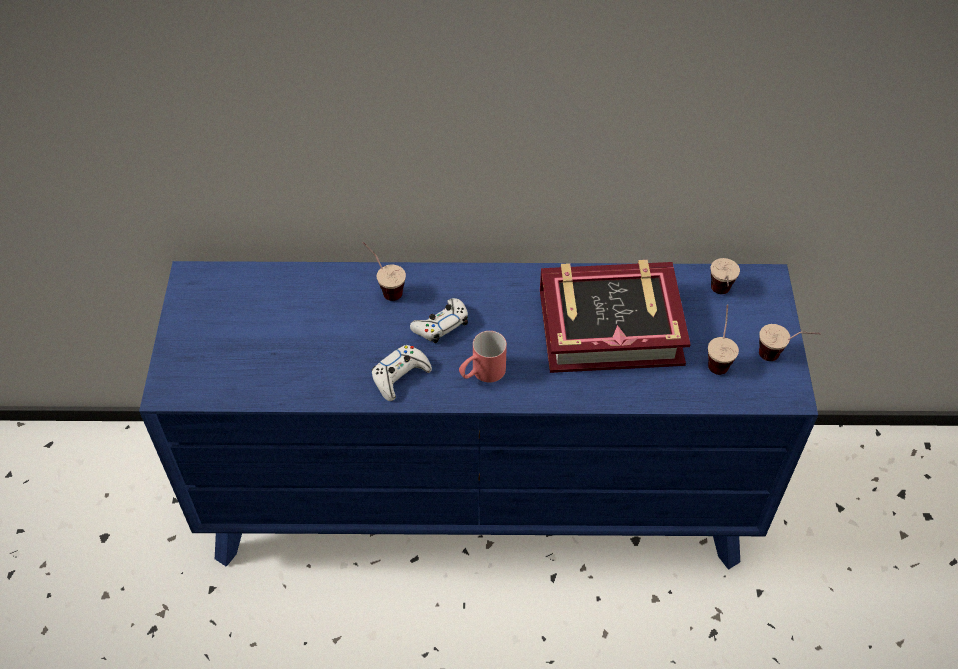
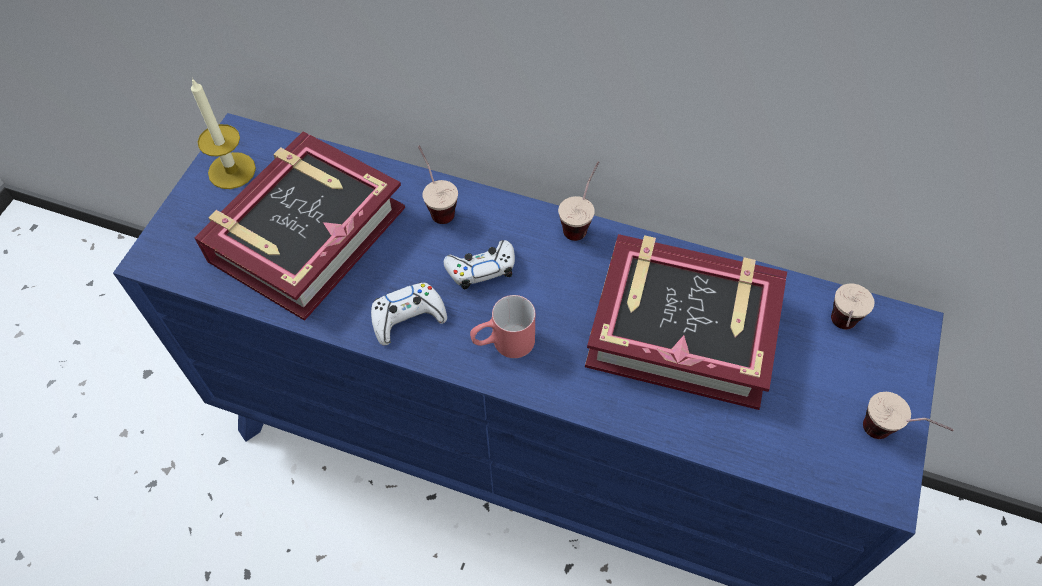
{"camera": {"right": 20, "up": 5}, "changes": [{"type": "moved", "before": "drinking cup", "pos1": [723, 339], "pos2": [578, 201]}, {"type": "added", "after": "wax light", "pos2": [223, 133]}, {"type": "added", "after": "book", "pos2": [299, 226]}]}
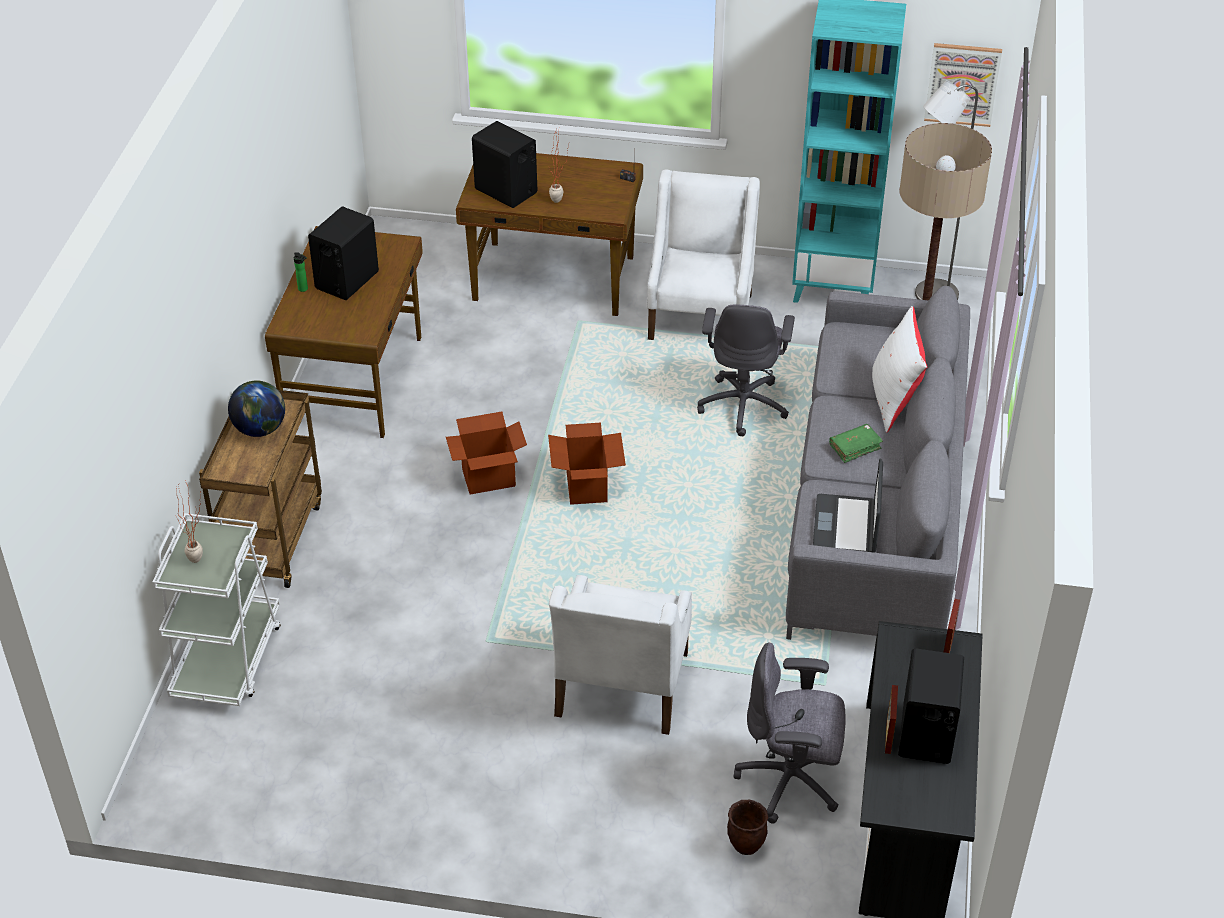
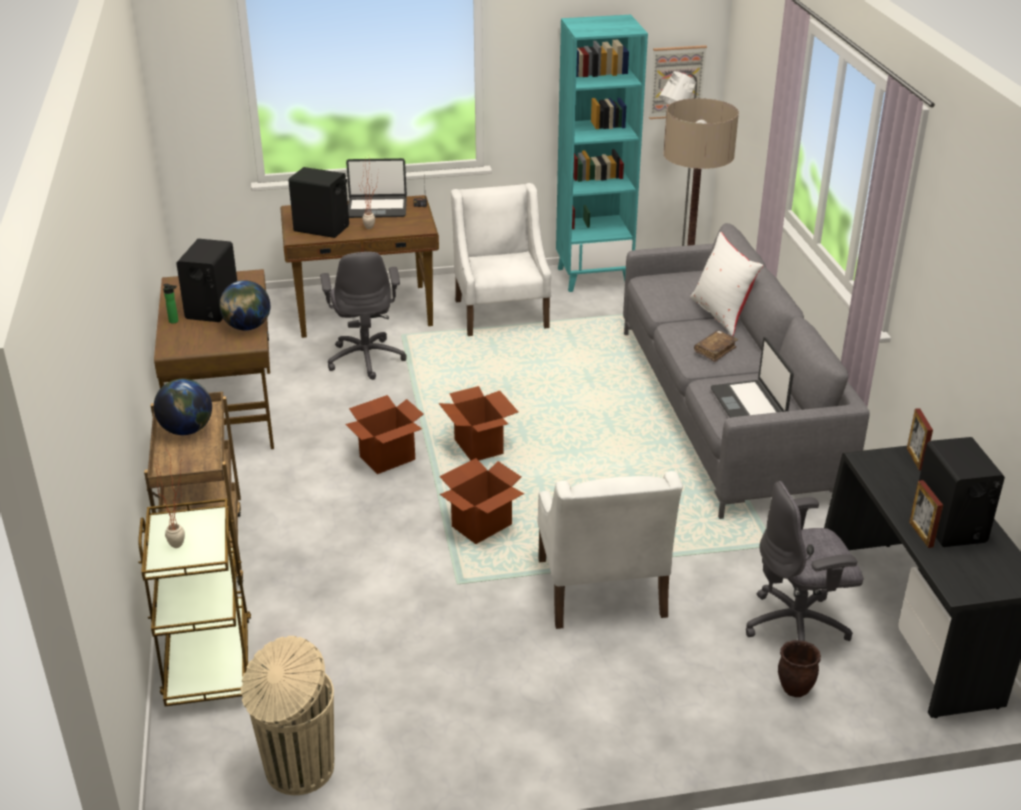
{"camera": {"right": -20, "up": -10}, "changes": [{"type": "recoloured", "before": "whitish cart", "after": "brown-coloured cart", "pos1": [216, 609], "pos2": [194, 602]}, {"type": "moved", "before": "gray office chair", "pos1": [746, 370], "pos2": [363, 316]}, {"type": "recoloured", "before": "green-coloured book", "after": "brown-coloured book", "pos1": [856, 443], "pos2": [716, 346]}, {"type": "added", "after": "desk globe", "pos2": [244, 305]}, {"type": "added", "after": "beige-coloured trash can", "pos2": [287, 715]}, {"type": "added", "after": "portable computer", "pos2": [376, 188]}, {"type": "added", "after": "cardboard box", "pos2": [481, 501]}]}
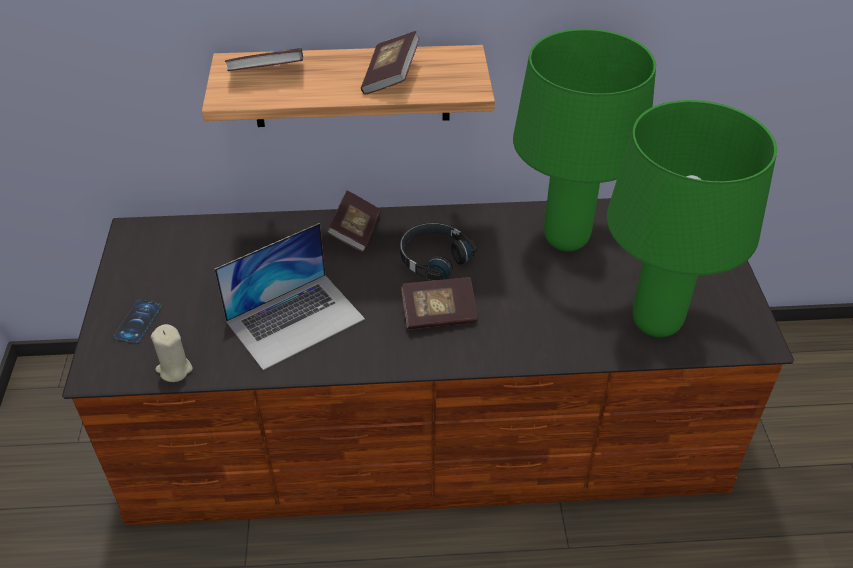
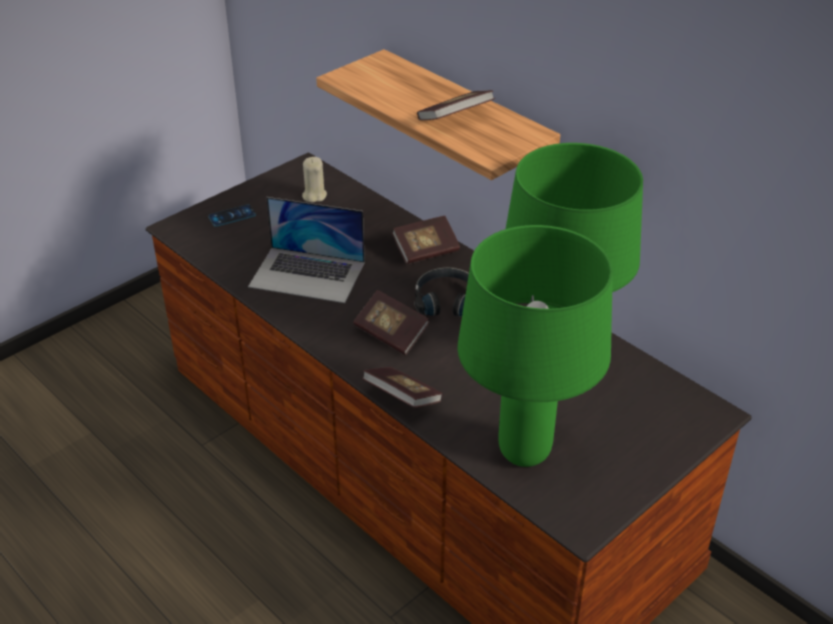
{"camera": {"right": 50, "up": -5}, "changes": [{"type": "moved", "before": "beige-coloured wax light", "pos1": [172, 353], "pos2": [314, 179]}, {"type": "moved", "before": "book", "pos1": [264, 59], "pos2": [402, 387]}]}
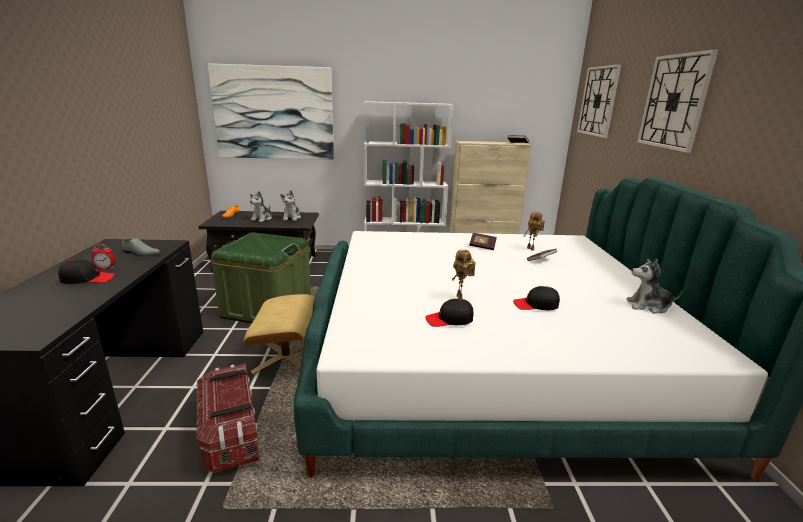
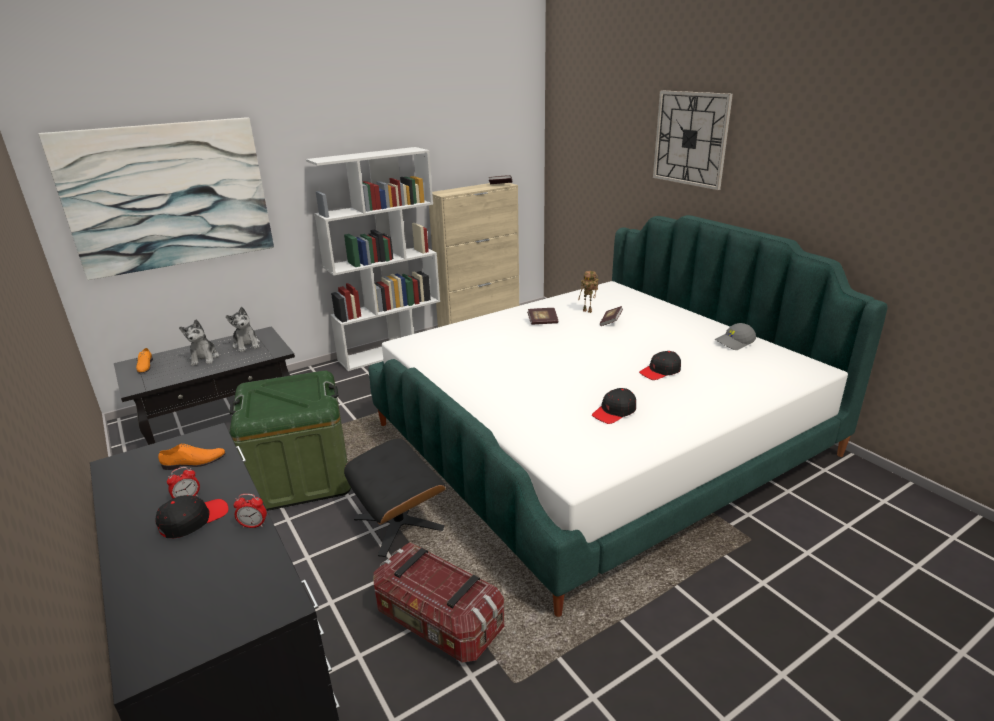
{"camera": {"right": -30, "up": 5}, "changes": [{"type": "recoloured", "before": "gray shoe", "after": "orange-coloured shoe", "pos1": [140, 247], "pos2": [192, 457]}, {"type": "recoloured", "before": "beige-coloured ottoman", "after": "black-coloured ottoman", "pos1": [279, 334], "pos2": [394, 497]}, {"type": "removed", "before": "robot figure", "pos1": [464, 274]}, {"type": "removed", "before": "wall clock", "pos1": [599, 101]}, {"type": "replaced", "before": "cuddly toy", "after": "gray cap", "pos1": [654, 286], "pos2": [735, 336]}, {"type": "added", "after": "alarm clock", "pos2": [250, 511]}]}
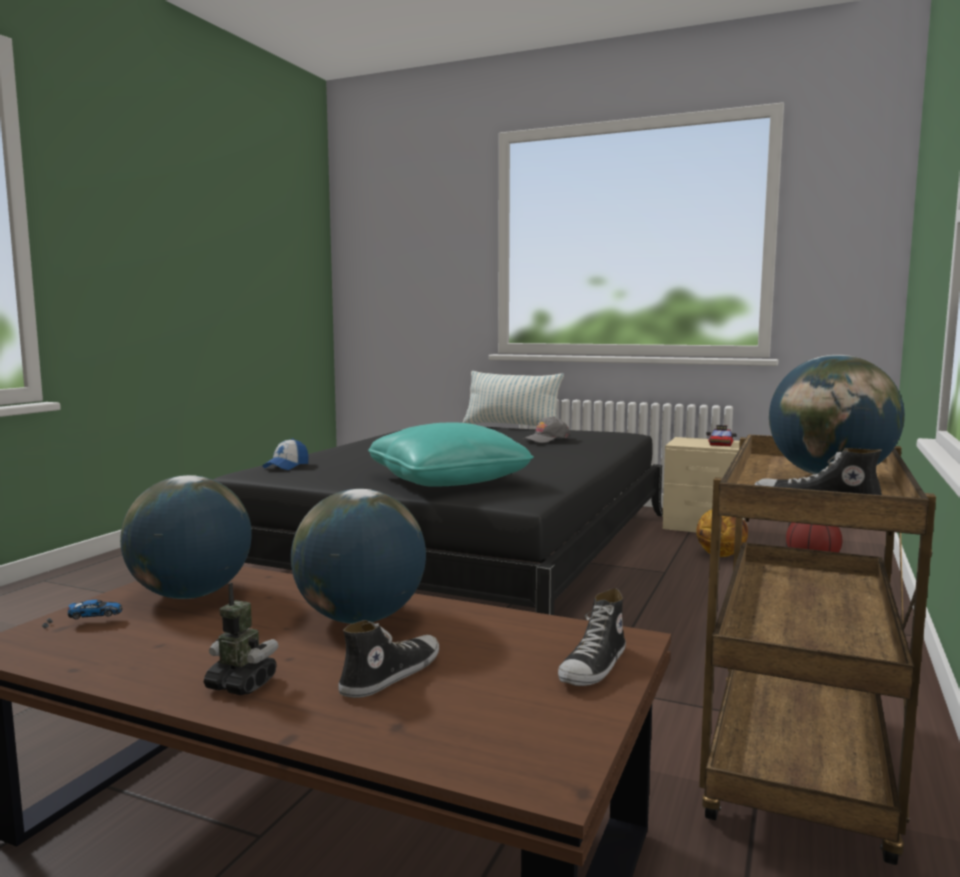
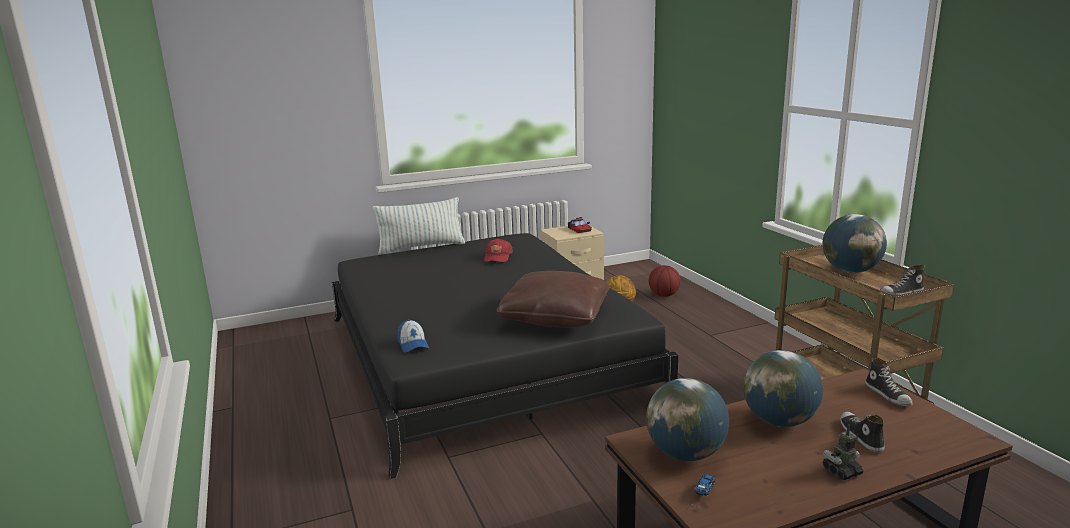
{"camera": {"right": -45, "up": 10}, "changes": [{"type": "recoloured", "before": "turquoise throw pillow", "after": "brown-coloured throw pillow", "pos1": [451, 454], "pos2": [553, 299]}, {"type": "recoloured", "before": "gray cap", "after": "reddish cap", "pos1": [546, 429], "pos2": [498, 250]}]}
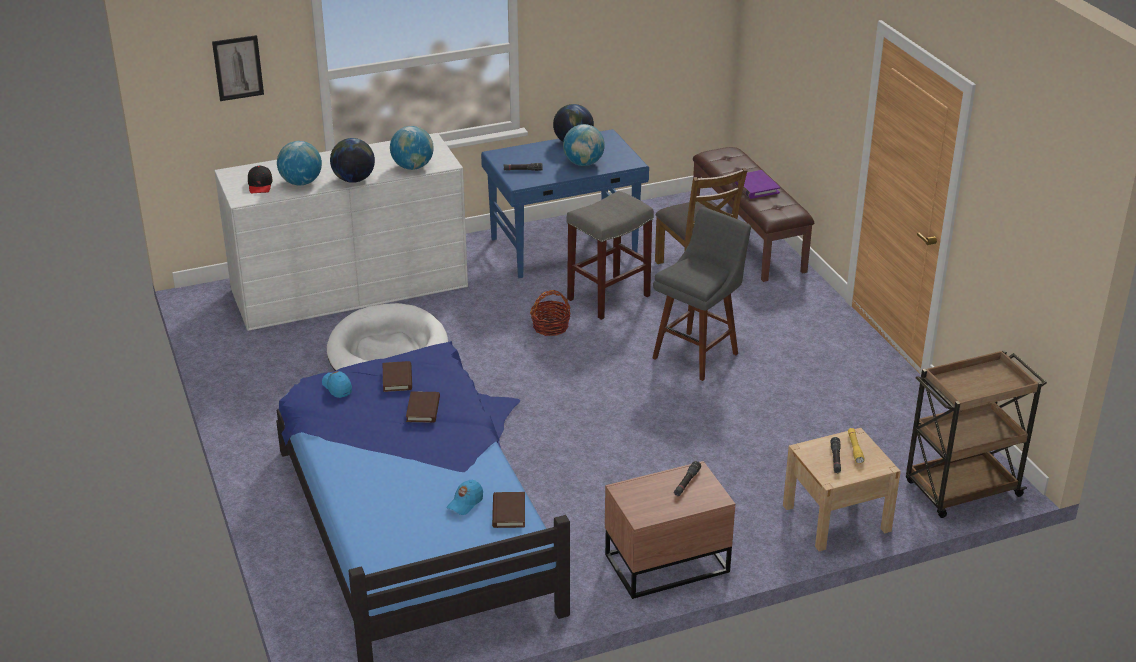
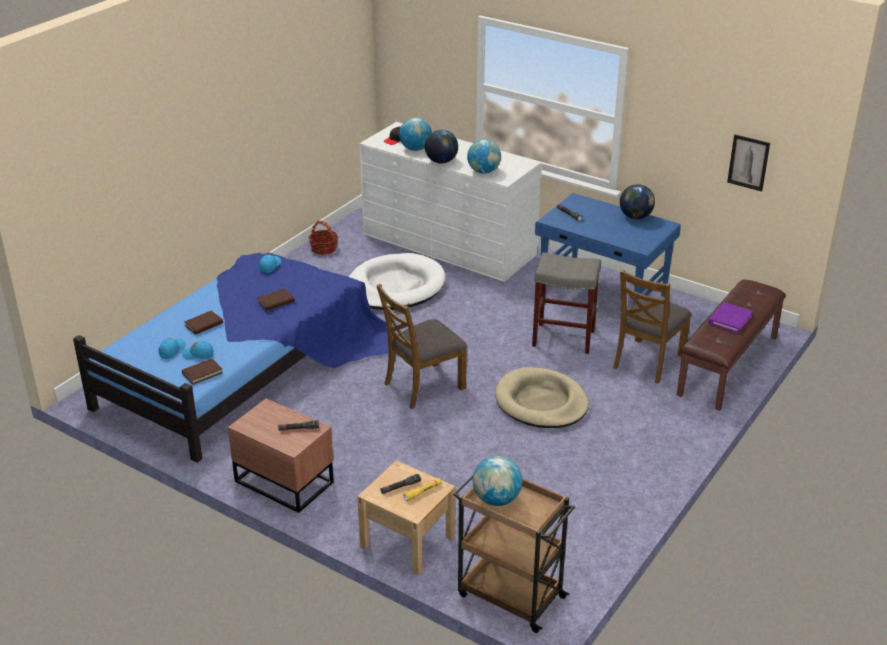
{"camera": {"right": 55, "up": 0}, "changes": [{"type": "moved", "before": "wall art", "pos1": [238, 68], "pos2": [748, 163]}, {"type": "moved", "before": "brown-coloured book", "pos1": [397, 376], "pos2": [203, 323]}, {"type": "moved", "before": "household basket", "pos1": [550, 313], "pos2": [323, 238]}, {"type": "moved", "before": "desk globe", "pos1": [584, 145], "pos2": [497, 481]}, {"type": "replaced", "before": "gray stool", "after": "beige-coloured dog bed", "pos1": [702, 294], "pos2": [542, 397]}, {"type": "added", "after": "bluish cap", "pos2": [172, 348]}, {"type": "added", "after": "brown-coloured chair", "pos2": [422, 346]}]}
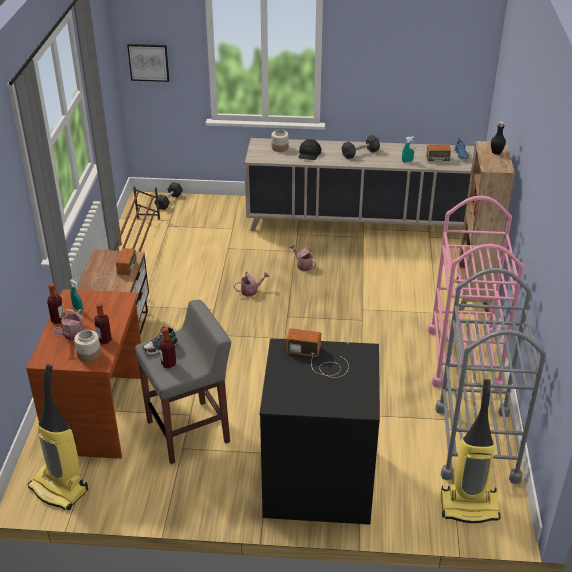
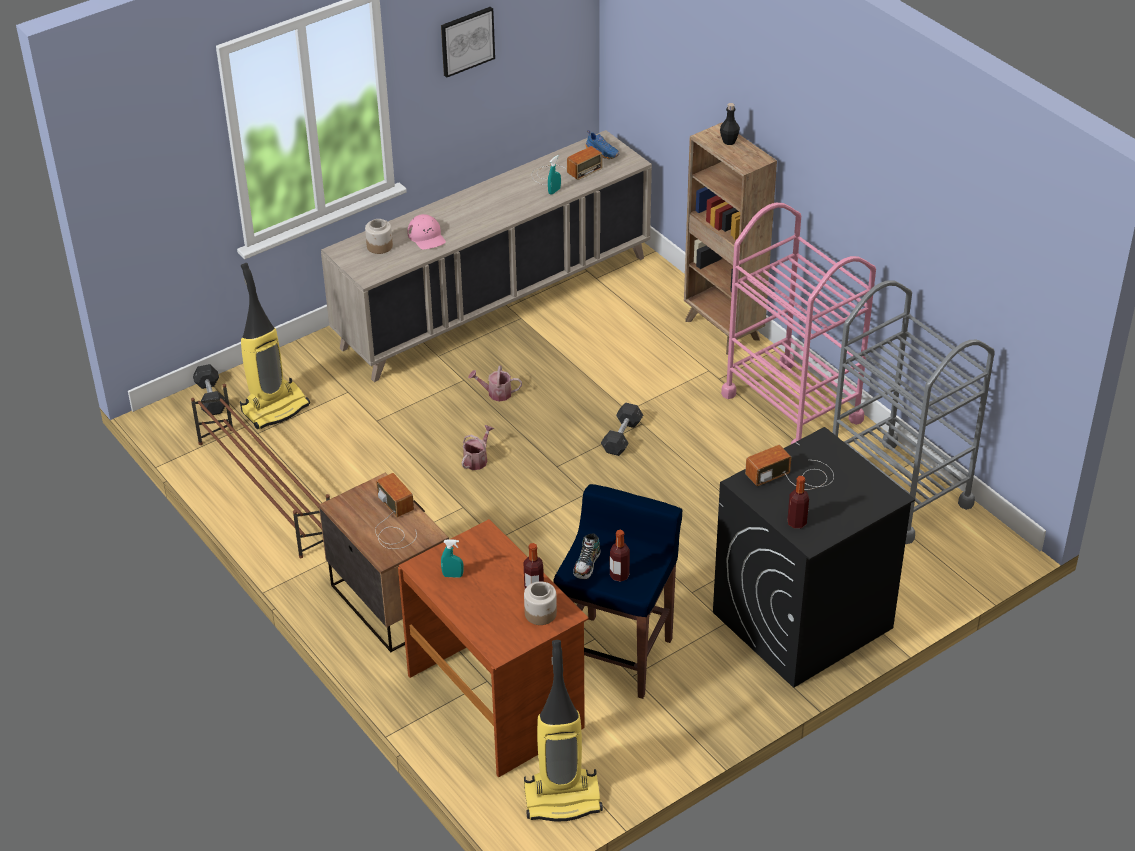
{"camera": {"right": -40, "up": 5}, "changes": [{"type": "moved", "before": "drink bottle", "pos1": [56, 303], "pos2": [798, 502]}, {"type": "removed", "before": "sprinkling can", "pos1": [69, 324]}, {"type": "moved", "before": "wall art", "pos1": [148, 63], "pos2": [468, 42]}, {"type": "recoloured", "before": "gray stool", "after": "bluish stool", "pos1": [183, 382], "pos2": [618, 591]}, {"type": "recoloured", "before": "black-coloured cap", "after": "pinkish cap", "pos1": [309, 149], "pos2": [426, 232]}, {"type": "moved", "before": "gray dumbbell", "pos1": [361, 147], "pos2": [622, 429]}, {"type": "moved", "before": "vacuum", "pos1": [471, 451], "pos2": [275, 346]}]}
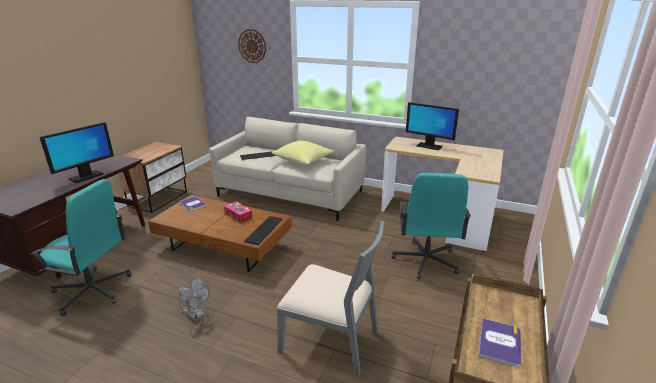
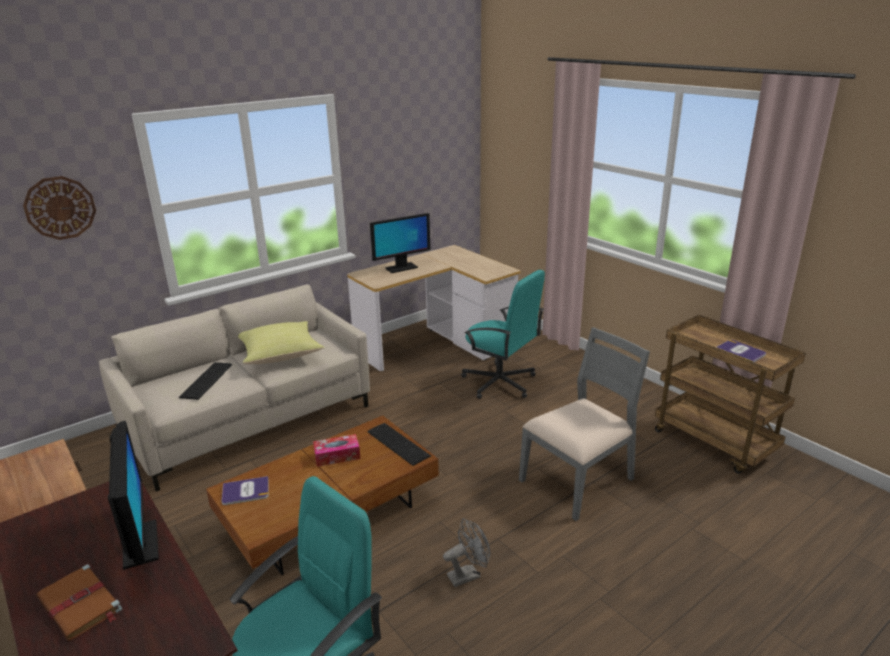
{"camera": {"right": -60, "up": 0}, "changes": [{"type": "added", "after": "brown-coloured book", "pos2": [79, 602]}]}
